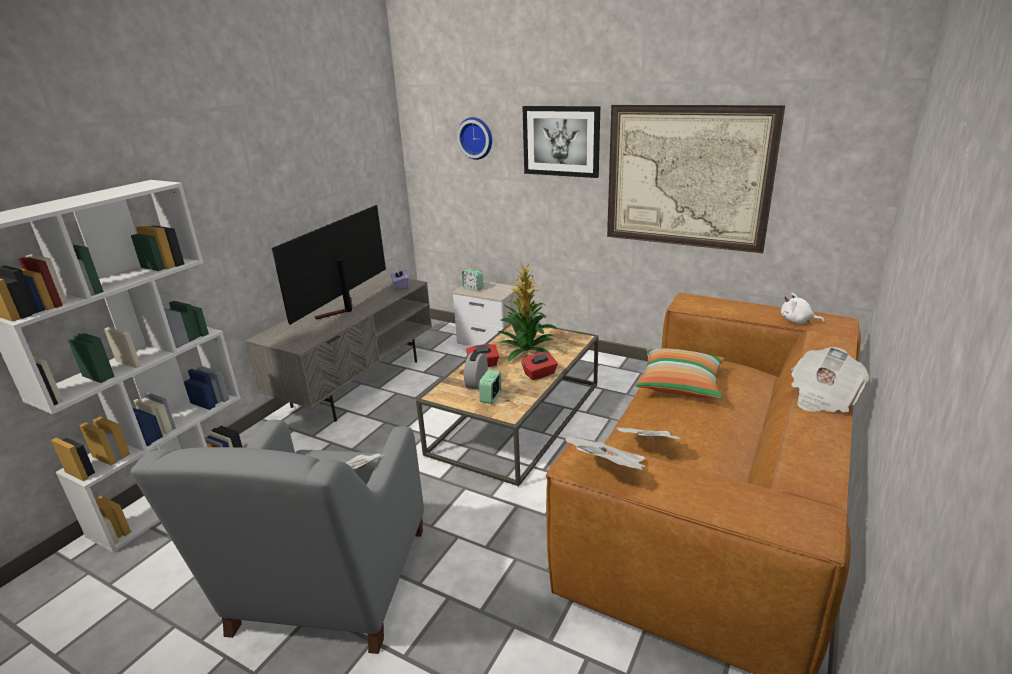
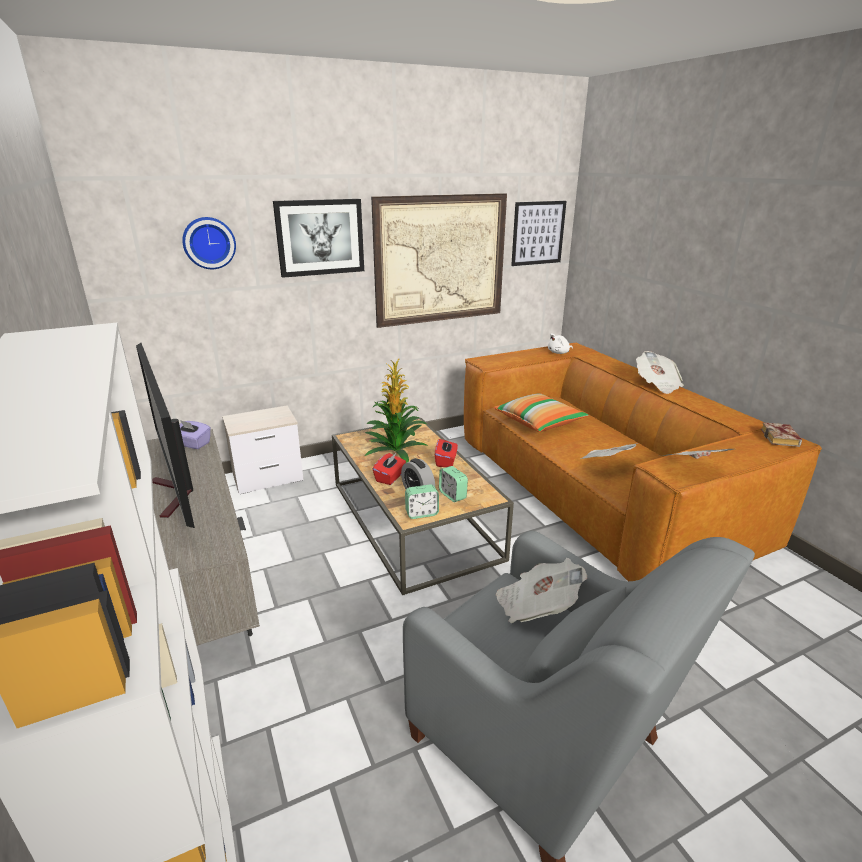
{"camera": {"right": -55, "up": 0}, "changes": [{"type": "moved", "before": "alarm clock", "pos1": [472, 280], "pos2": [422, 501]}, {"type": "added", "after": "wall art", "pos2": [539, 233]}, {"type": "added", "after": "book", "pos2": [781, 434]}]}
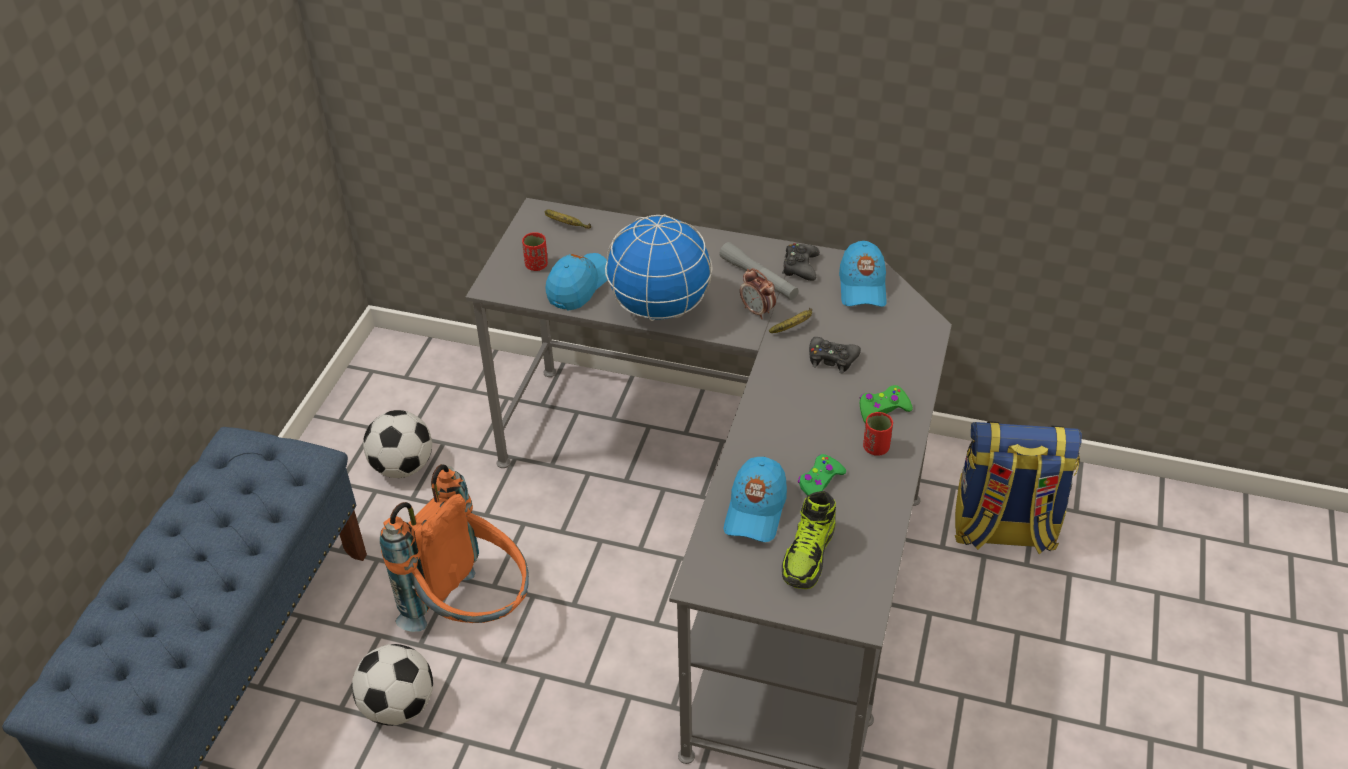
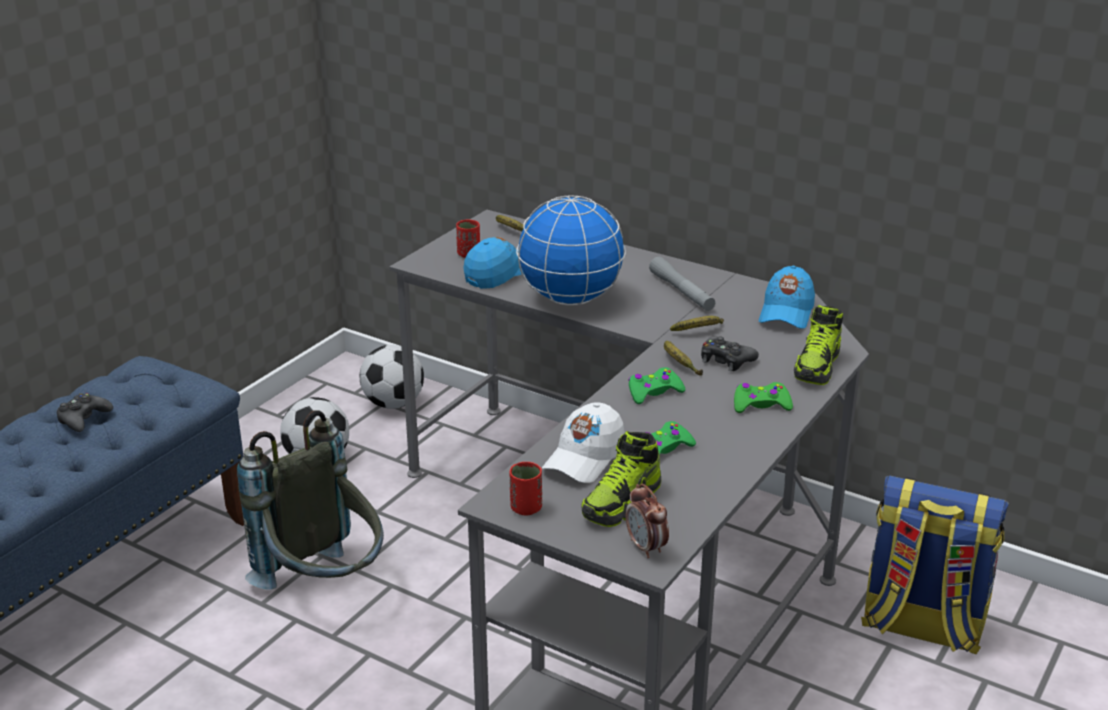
{"camera": {"right": 15, "up": -15}, "changes": [{"type": "moved", "before": "ball for football", "pos1": [392, 685], "pos2": [392, 377]}, {"type": "recoloured", "before": "orange-coloured rucksack", "after": "gray rucksack", "pos1": [454, 548], "pos2": [310, 500]}, {"type": "recoloured", "before": "bluish cap", "after": "whitish cap", "pos1": [755, 499], "pos2": [583, 442]}, {"type": "moved", "before": "alarm clock", "pos1": [758, 293], "pos2": [647, 521]}, {"type": "moved", "before": "black-coloured gamepad", "pos1": [801, 262], "pos2": [85, 412]}, {"type": "moved", "before": "reddish drinking cup", "pos1": [878, 434], "pos2": [525, 488]}, {"type": "added", "after": "green-coloured gamepad", "pos2": [657, 385]}, {"type": "added", "after": "whole banana", "pos2": [683, 358]}, {"type": "added", "after": "shoe", "pos2": [818, 345]}]}
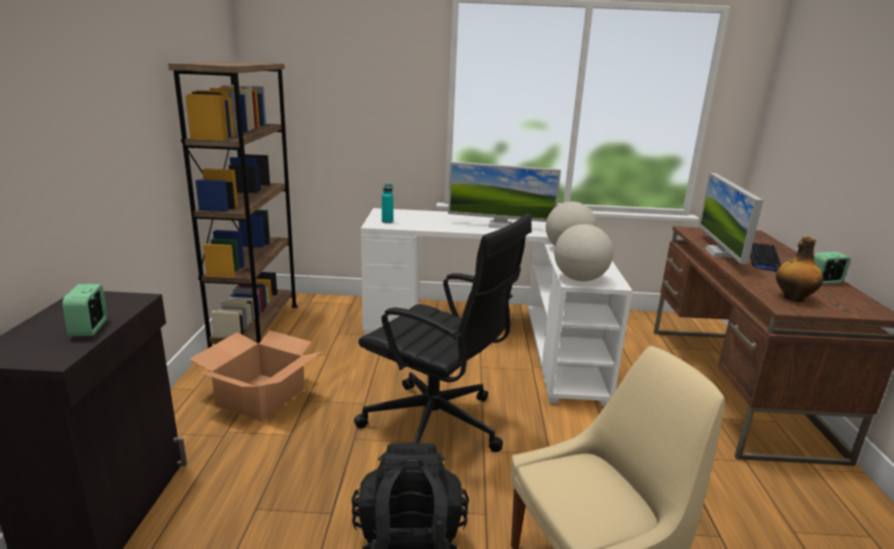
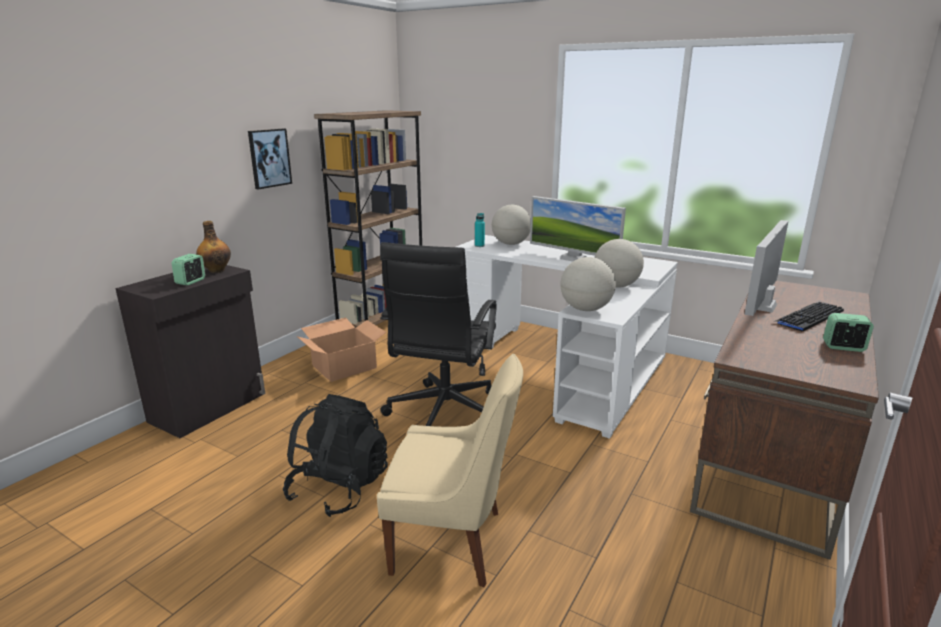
{"camera": {"right": 30, "up": 0}, "changes": [{"type": "turned", "before": "black-coloured office chair", "pos1": [443, 332], "pos2": [438, 334], "turn": 45}, {"type": "moved", "before": "drink bottle", "pos1": [799, 269], "pos2": [213, 247]}, {"type": "added", "after": "wall art", "pos2": [270, 158]}, {"type": "added", "after": "desk globe", "pos2": [511, 225]}]}
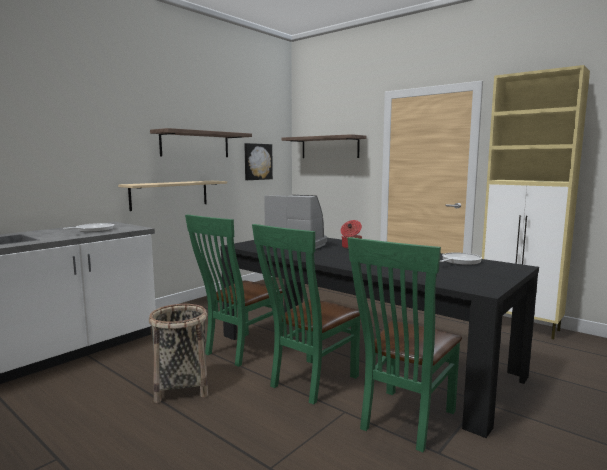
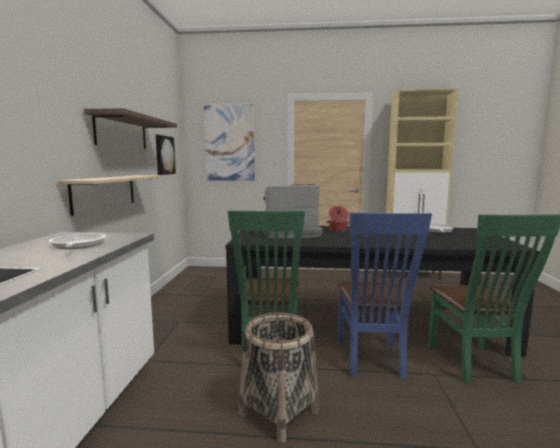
{"camera": {"right": -35, "up": 0}, "changes": [{"type": "recoloured", "before": "green-coloured chair", "after": "bluish chair", "pos1": [306, 314], "pos2": [385, 295]}, {"type": "replaced", "before": "wall shelf", "after": "wall art", "pos1": [324, 146], "pos2": [229, 142]}]}
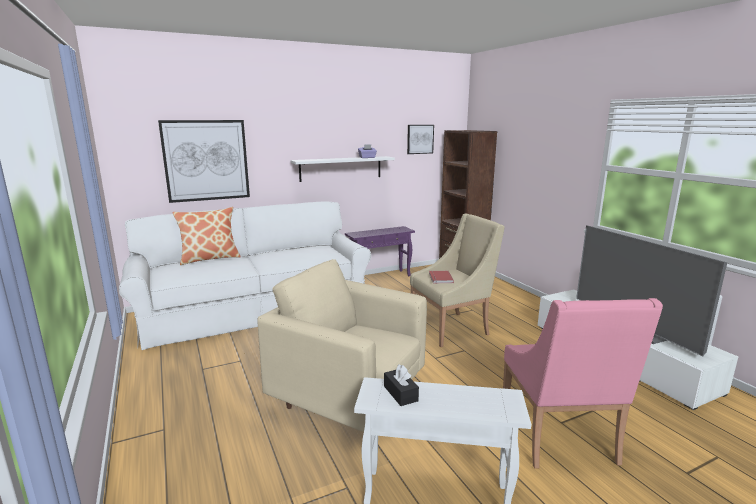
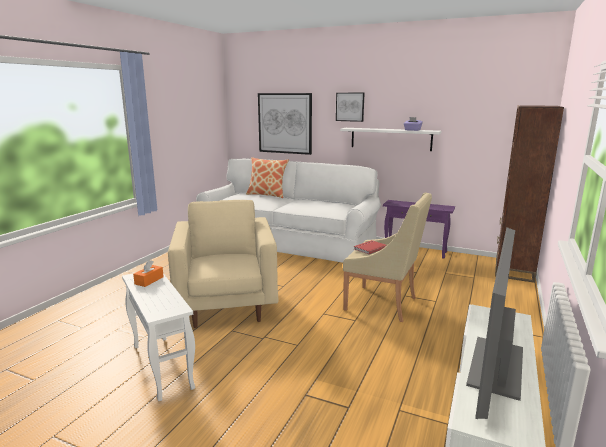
{"camera": {"right": 50, "up": 0}, "changes": [{"type": "recoloured", "before": "black-coloured tissue box", "after": "orange-coloured tissue box", "pos1": [401, 385], "pos2": [148, 273]}, {"type": "moved", "before": "wall art", "pos1": [420, 139], "pos2": [350, 107]}, {"type": "removed", "before": "pinkish lounge chair", "pos1": [583, 383]}]}
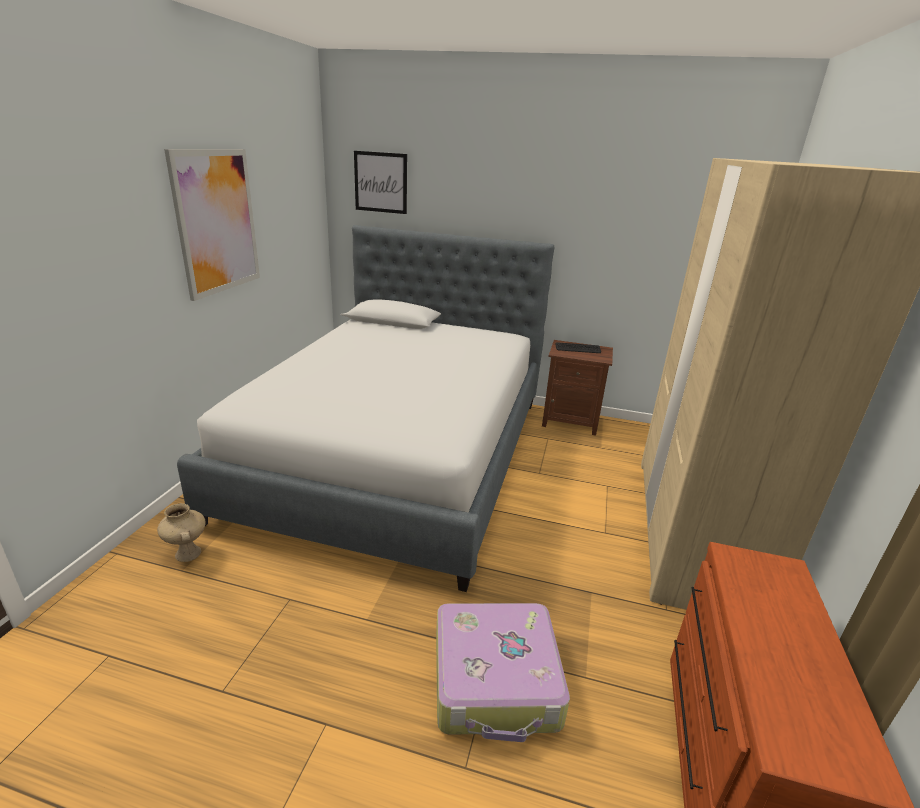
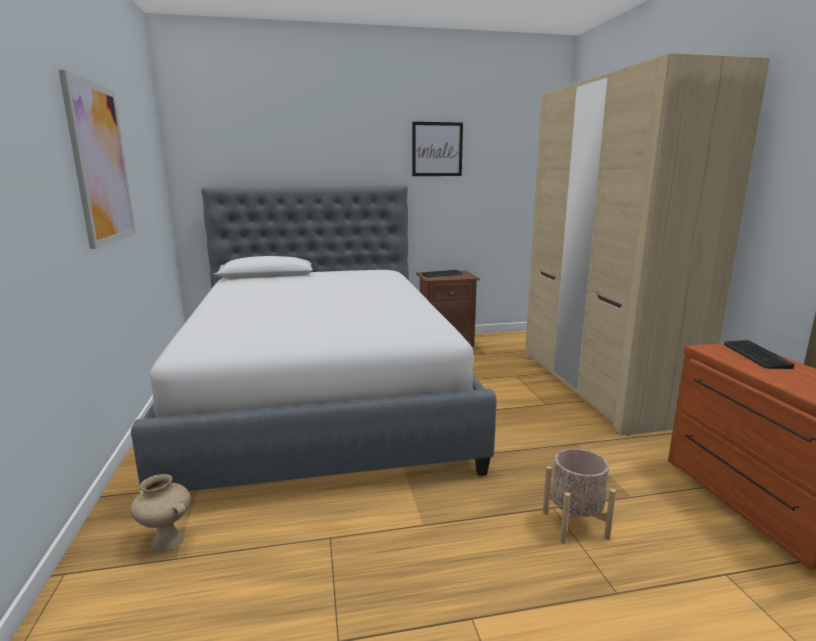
{"camera": {"right": -25, "up": -10}, "changes": [{"type": "moved", "before": "wall art", "pos1": [380, 182], "pos2": [437, 149]}, {"type": "replaced", "before": "piece of luggage", "after": "beige-coloured plant pot", "pos1": [503, 672], "pos2": [579, 496]}, {"type": "added", "after": "keyboard", "pos2": [759, 354]}]}
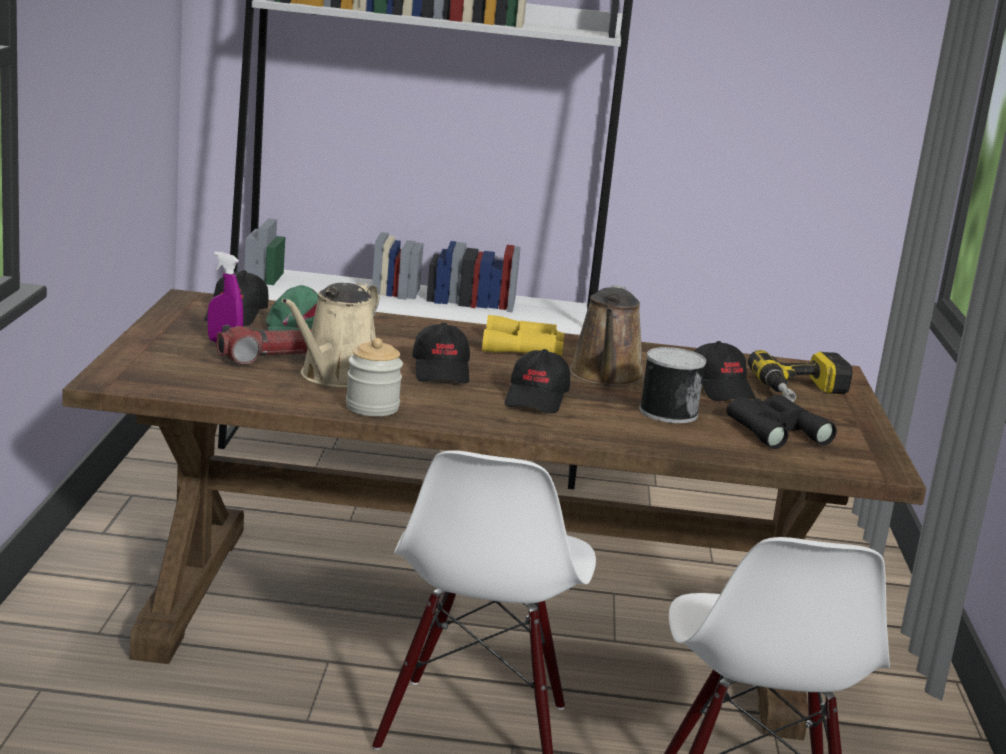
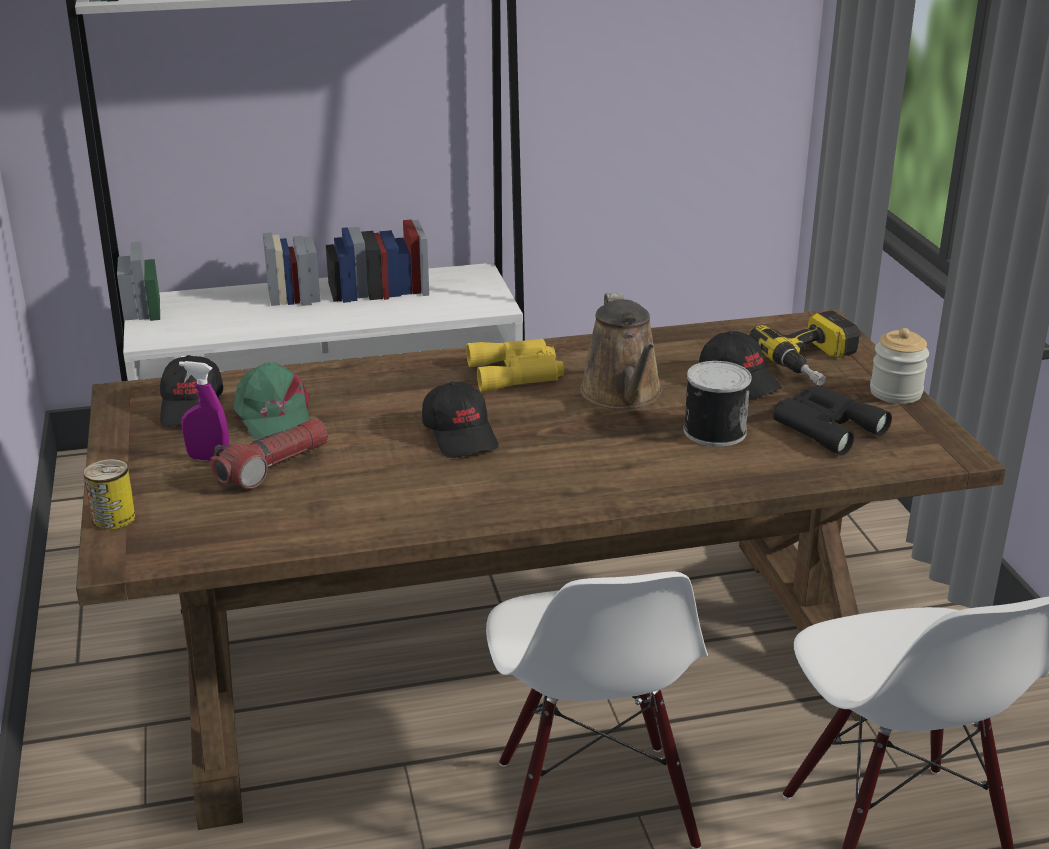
{"camera": {"right": -15, "up": 10}, "changes": [{"type": "removed", "before": "beige-coloured sprinkling can", "pos1": [331, 335]}, {"type": "moved", "before": "jar", "pos1": [374, 377], "pos2": [899, 366]}, {"type": "removed", "before": "black-coloured cap", "pos1": [537, 381]}, {"type": "added", "after": "sealed can", "pos2": [110, 494]}]}
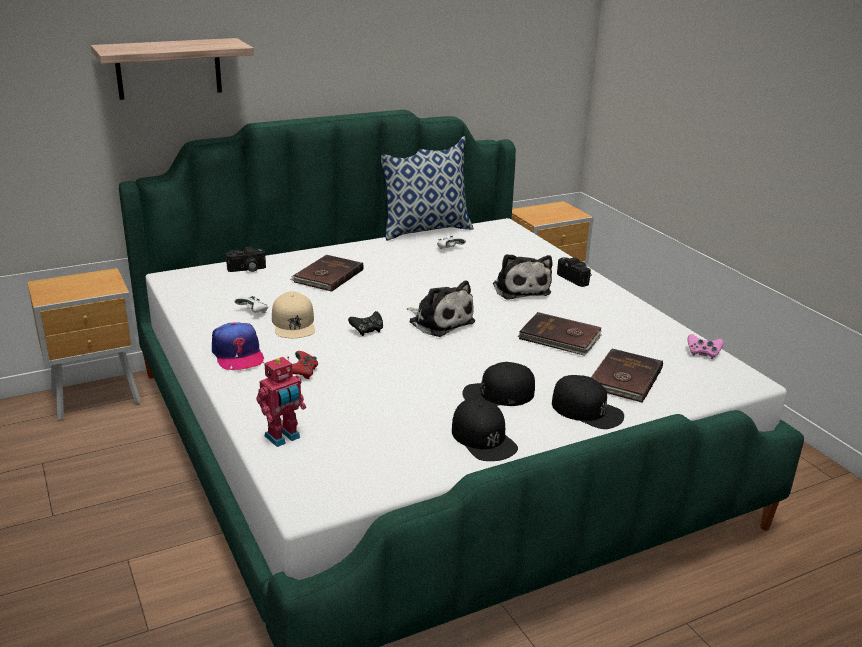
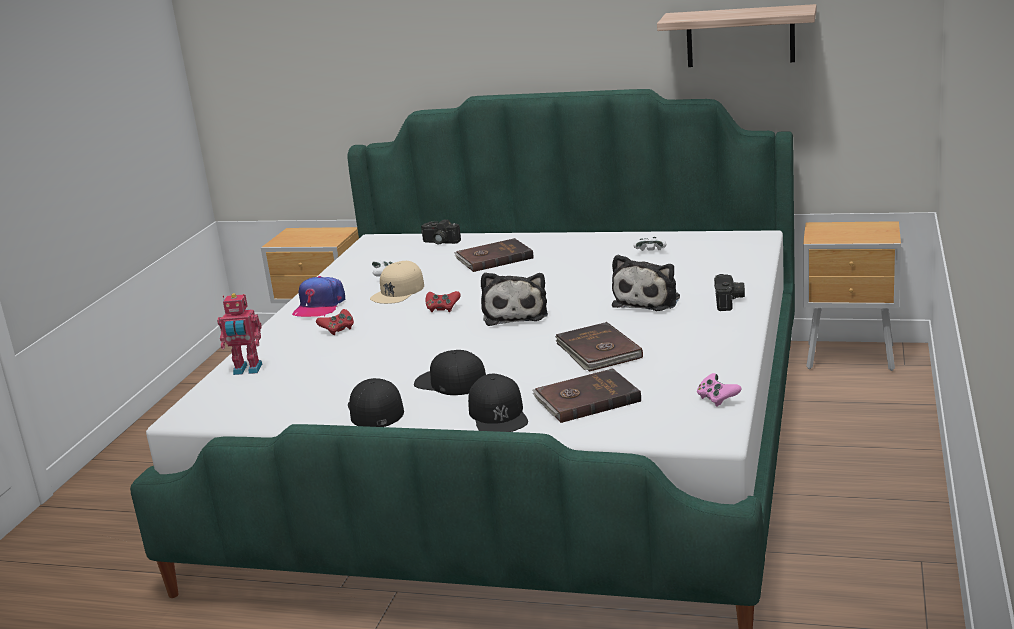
{"camera": {"right": 45, "up": -5}, "changes": [{"type": "moved", "before": "wall shelf", "pos1": [172, 69], "pos2": [736, 35]}, {"type": "recoloured", "before": "black-coloured gamepad", "after": "reddish gamepad", "pos1": [365, 323], "pos2": [443, 301]}, {"type": "removed", "before": "throw pillow", "pos1": [427, 188]}, {"type": "turned", "before": "black-coloured cap", "pos1": [485, 429], "pos2": [376, 402], "turn": 150}]}
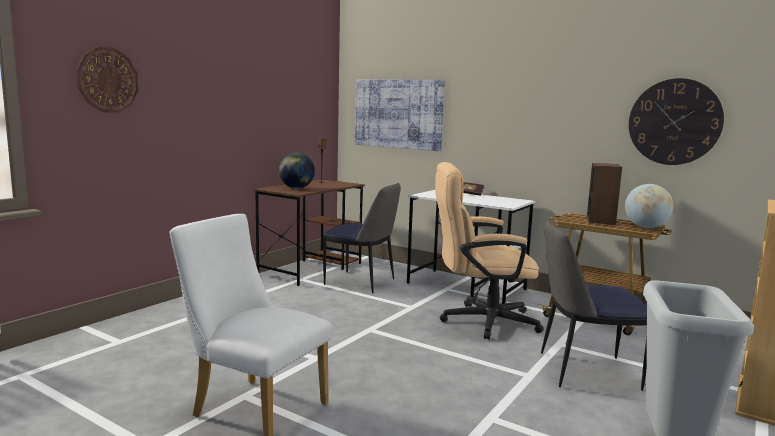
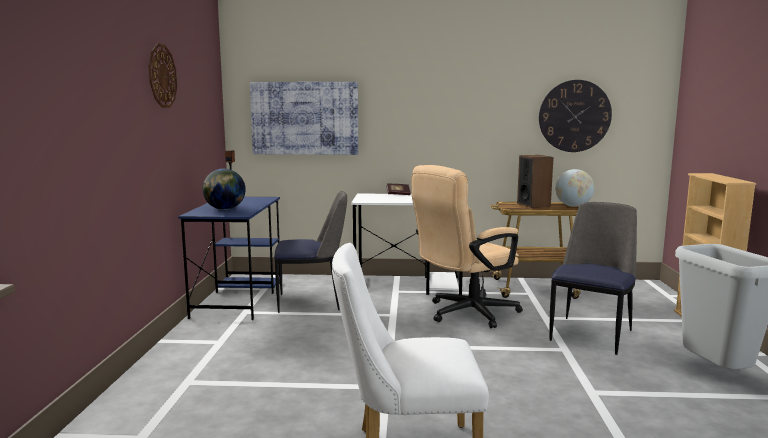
{"camera": {"right": -30, "up": 0}, "changes": [{"type": "moved", "before": "wall clock", "pos1": [108, 80], "pos2": [163, 75]}, {"type": "recoloured", "before": "brown-coloured desk table", "after": "bluish desk table", "pos1": [309, 232], "pos2": [229, 258]}, {"type": "turned", "before": "chair", "pos1": [594, 305], "pos2": [593, 278], "turn": 150}]}
